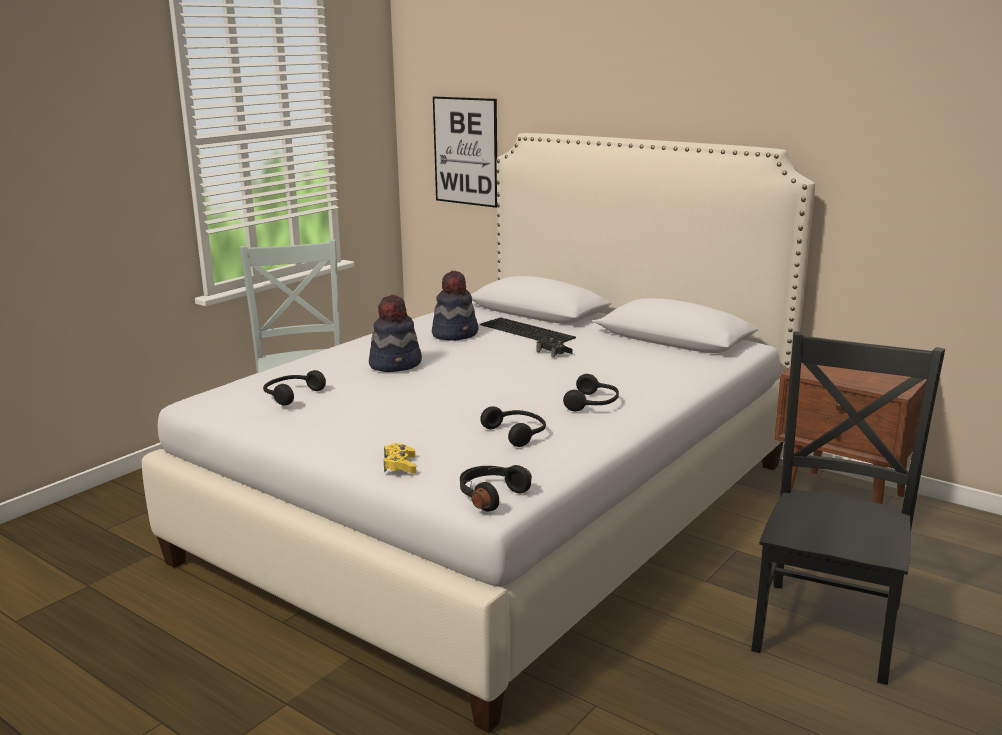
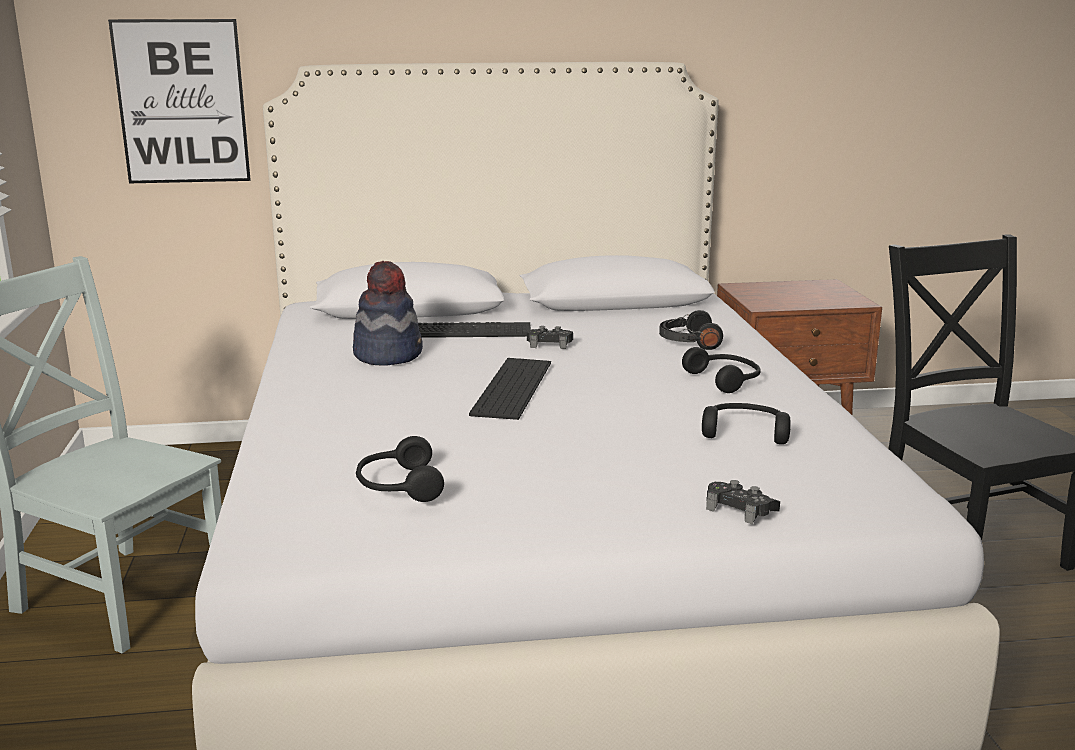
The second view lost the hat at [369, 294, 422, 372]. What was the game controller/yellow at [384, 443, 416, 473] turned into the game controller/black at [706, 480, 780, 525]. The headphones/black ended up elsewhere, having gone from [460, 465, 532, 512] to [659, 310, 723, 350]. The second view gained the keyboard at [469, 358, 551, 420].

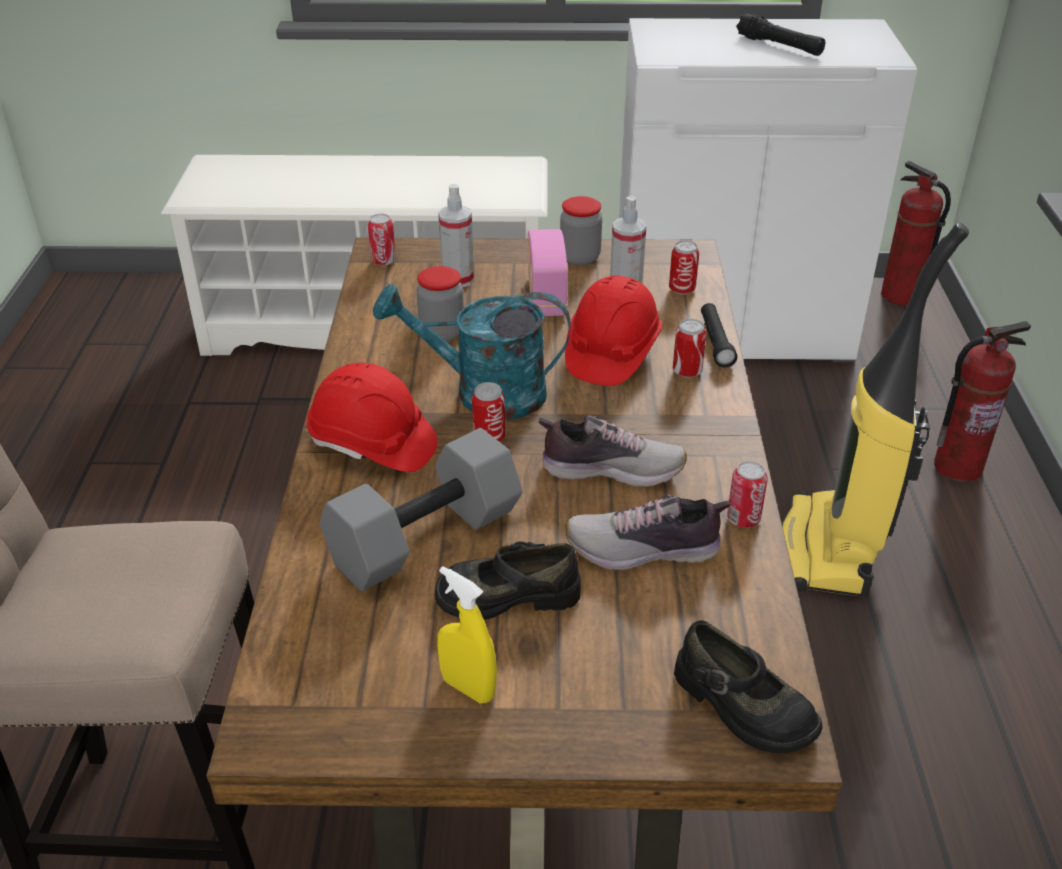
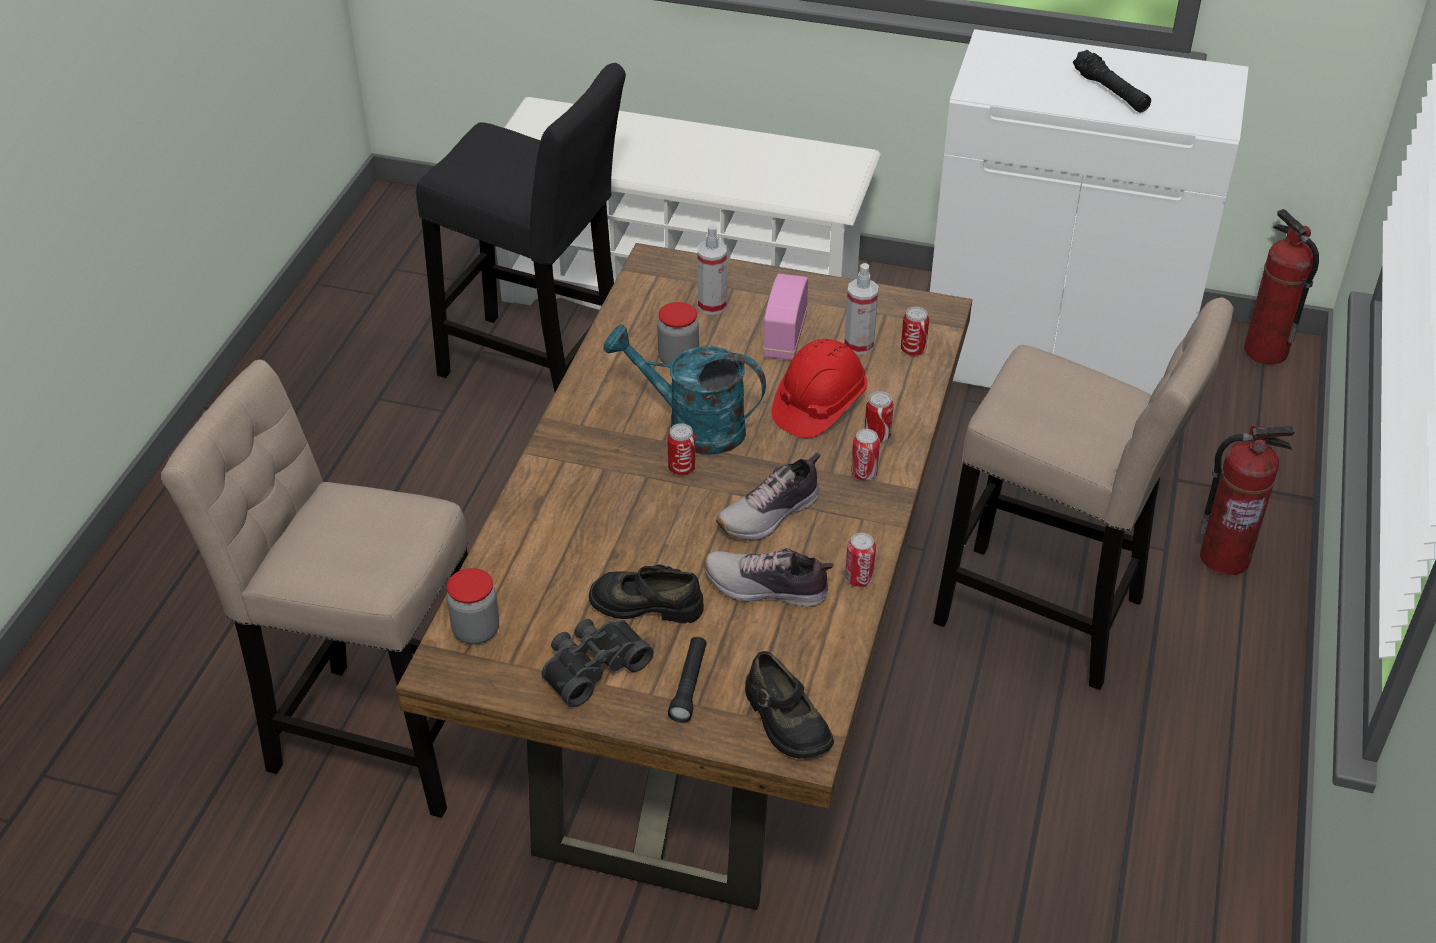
The jar ended up elsewhere, having gone from [560, 196, 602, 265] to [447, 568, 499, 645]. The can ended up elsewhere, having gone from [368, 214, 396, 266] to [851, 429, 880, 480]. Where the vacuum cleaner stood at [782, 223, 969, 596], the stool/beige came to stand at [933, 297, 1234, 690]. The flashlight/black ended up elsewhere, having gone from [701, 303, 737, 367] to [668, 637, 707, 723]. The second view lost the hard hat/red at [306, 363, 438, 472]. The shoe at [539, 416, 687, 487] ended up facing another way, 120 degrees clockwise from before. The second view lost the dumbbell/grey at [320, 428, 523, 592]. Where the spray bottle/yellow stood at [438, 566, 497, 703], the binoculars/black came to stand at [542, 619, 654, 707]. The second view gained the stool/black at [416, 63, 626, 392].

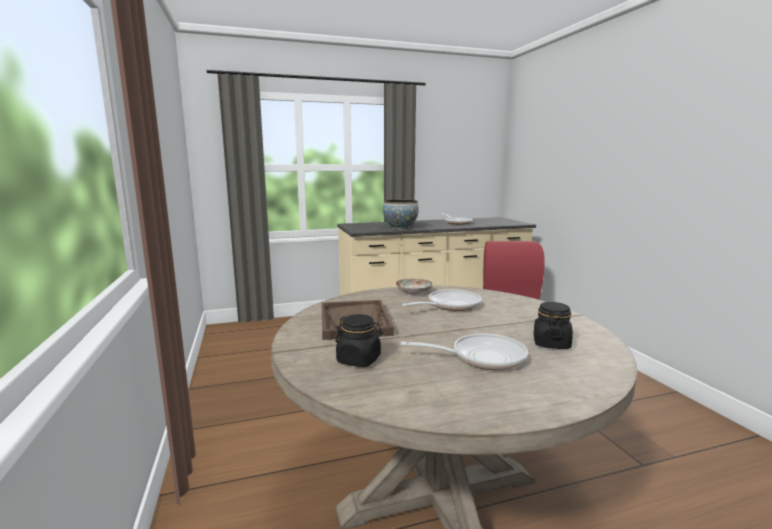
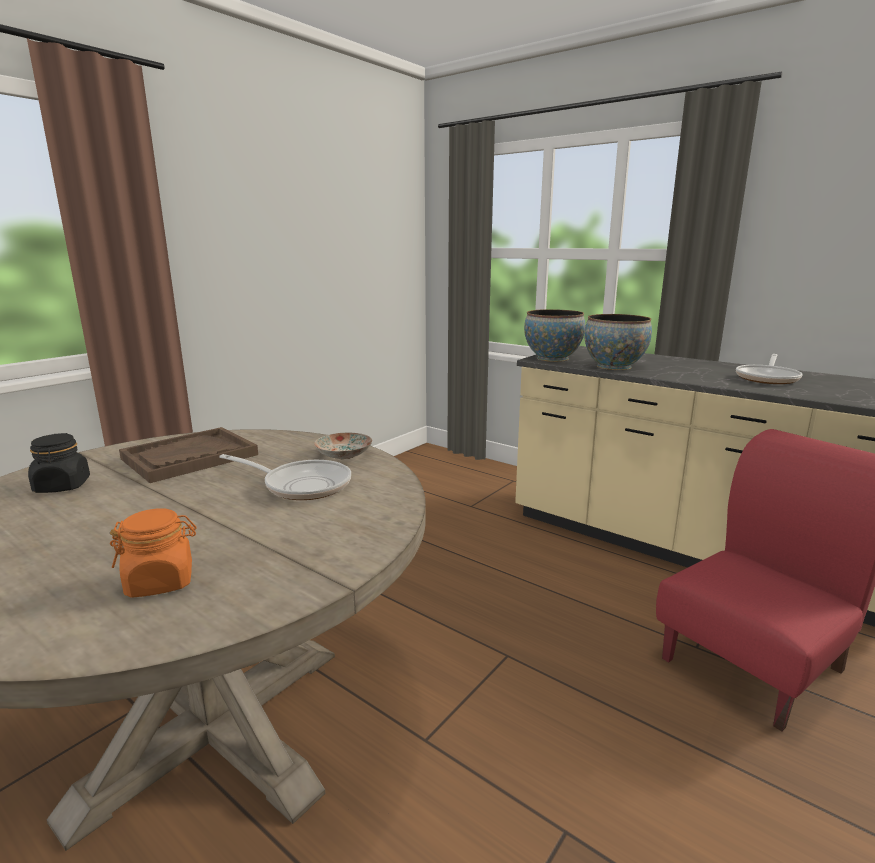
What was the jar/black at [533, 302, 573, 349] turned into the jar/orange at [110, 508, 196, 598]. The second view lost the frying pan at [401, 333, 528, 370]. The second view gained the bowl at [524, 309, 585, 362].

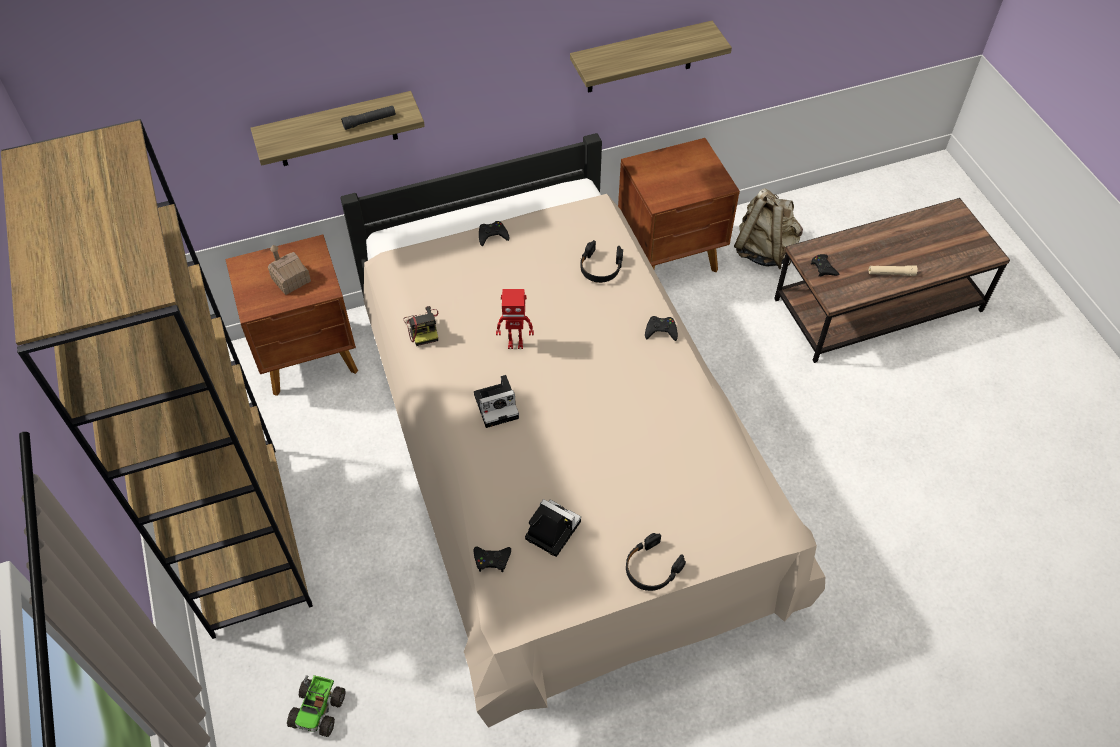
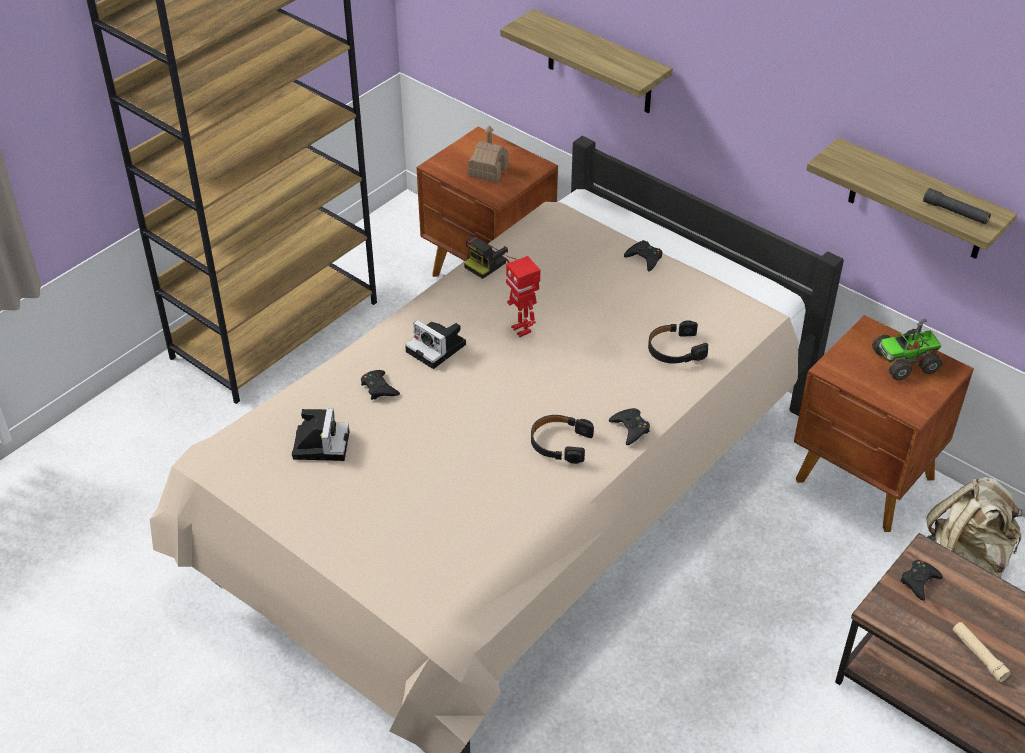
The flashlight/black ended up elsewhere, having gone from [341, 106, 396, 130] to [923, 188, 991, 225]. The headphones/black ended up elsewhere, having gone from [626, 533, 686, 591] to [531, 415, 594, 464]. The game controller/black ended up elsewhere, having gone from [474, 546, 511, 572] to [361, 370, 400, 400]. The toy truck ended up elsewhere, having gone from [287, 675, 346, 737] to [872, 319, 943, 380].

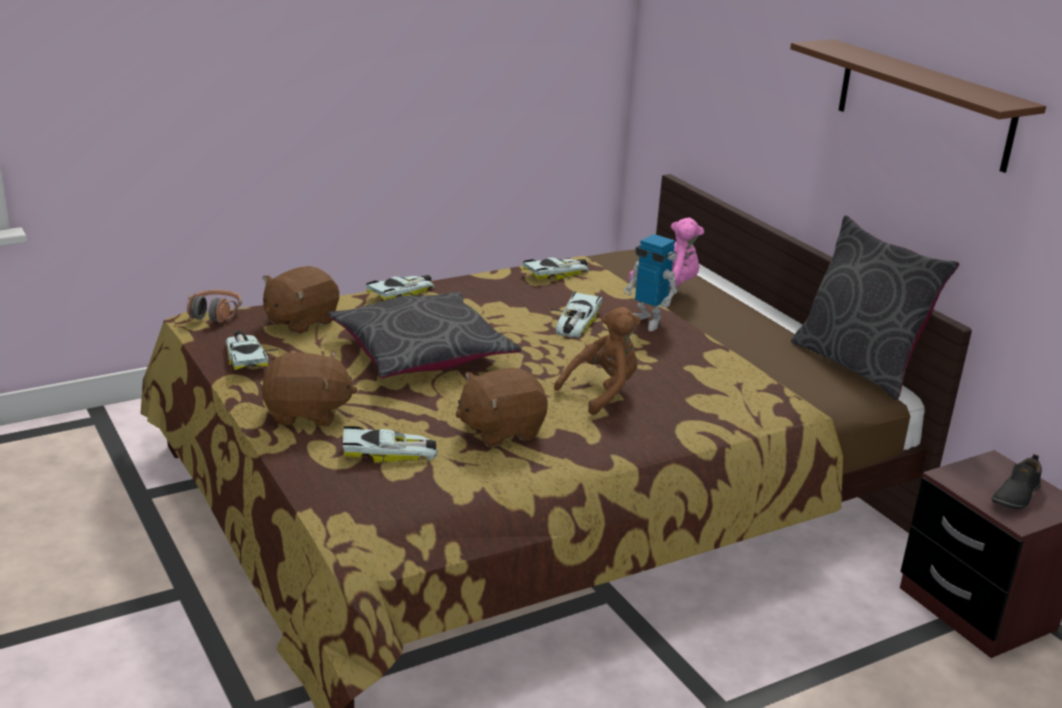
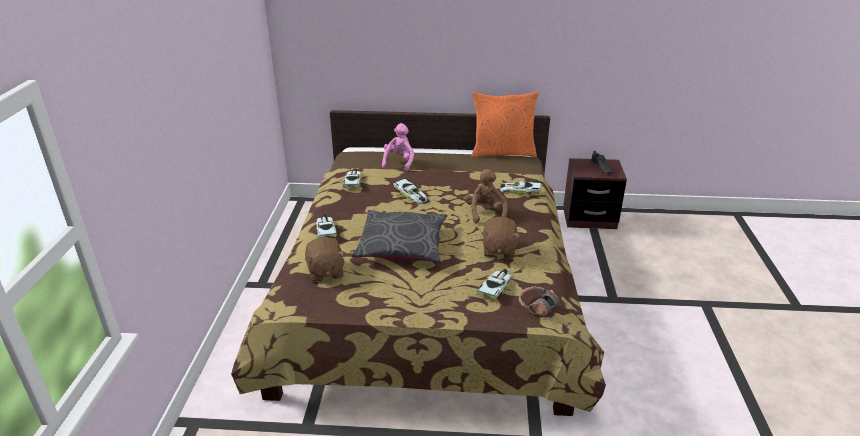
The second view lost the shelf/brown at [790, 39, 1046, 173]. What was the pillow/grey at [791, 215, 960, 400] turned into the pillow/orange at [471, 91, 539, 158]. The second view lost the toy robot at [624, 234, 677, 331]. The headphones ended up elsewhere, having gone from [187, 290, 242, 323] to [519, 287, 559, 316]. The toy car ended up elsewhere, having gone from [226, 330, 278, 370] to [500, 181, 541, 196]. The second view lost the plush toy/brown at [261, 351, 357, 426].

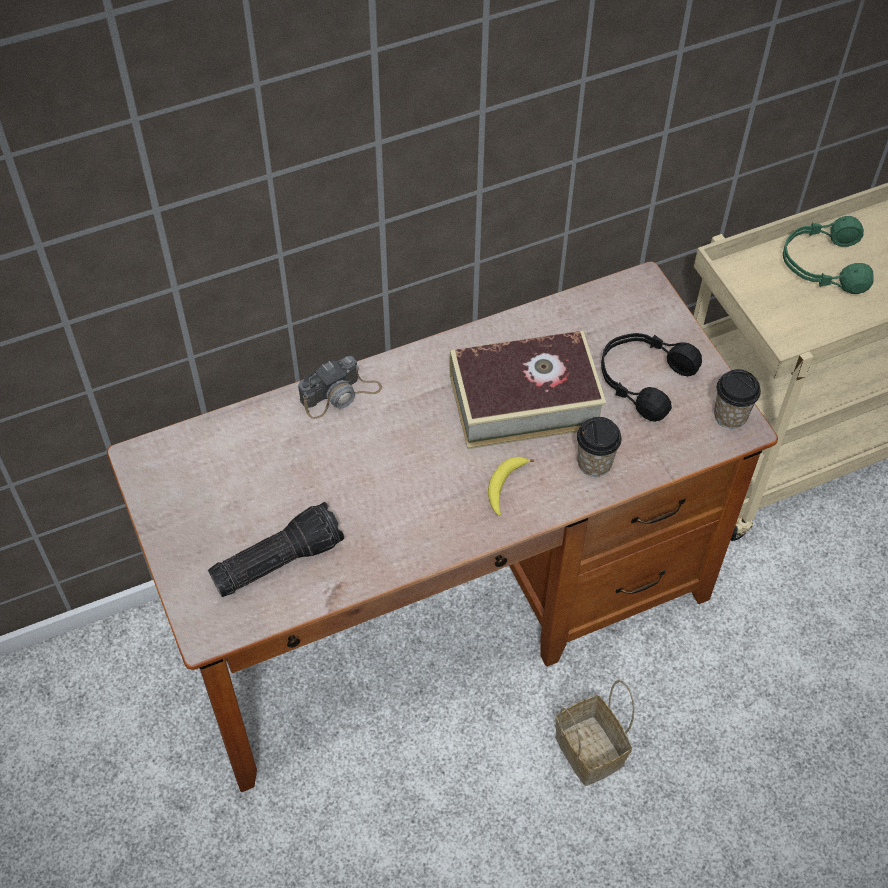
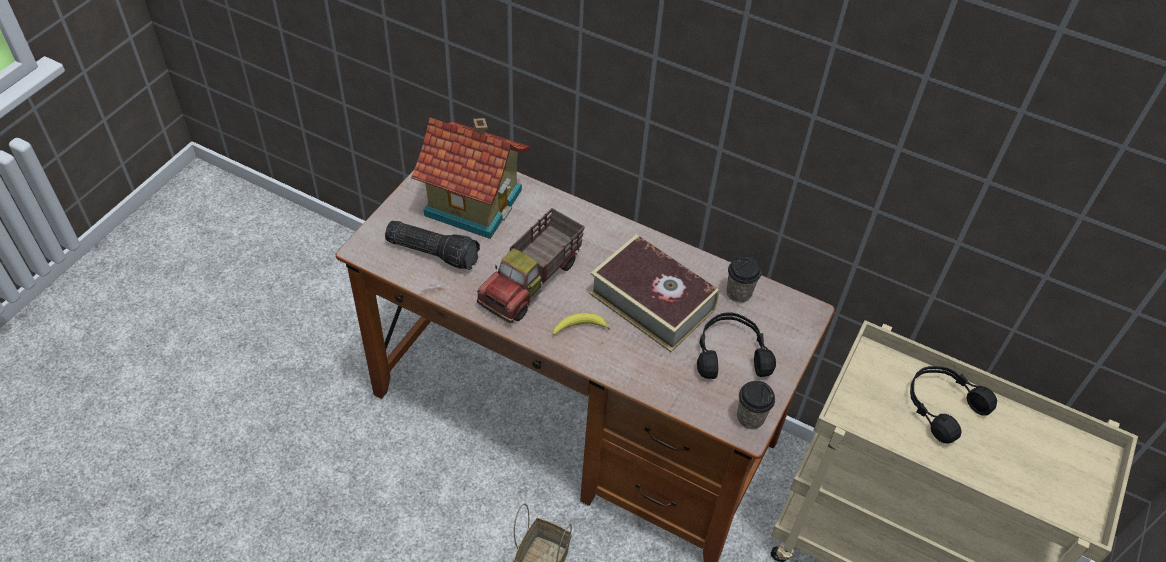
What was the headphones/green at [783, 216, 874, 294] turned into the headphones/black at [910, 366, 997, 443]. The second view lost the photo camera at [298, 356, 382, 419]. The cup ended up elsewhere, having gone from [577, 417, 622, 477] to [727, 257, 761, 303]. The second view gained the toy house at [411, 118, 530, 239]. The second view gained the toy truck at [477, 208, 585, 323].

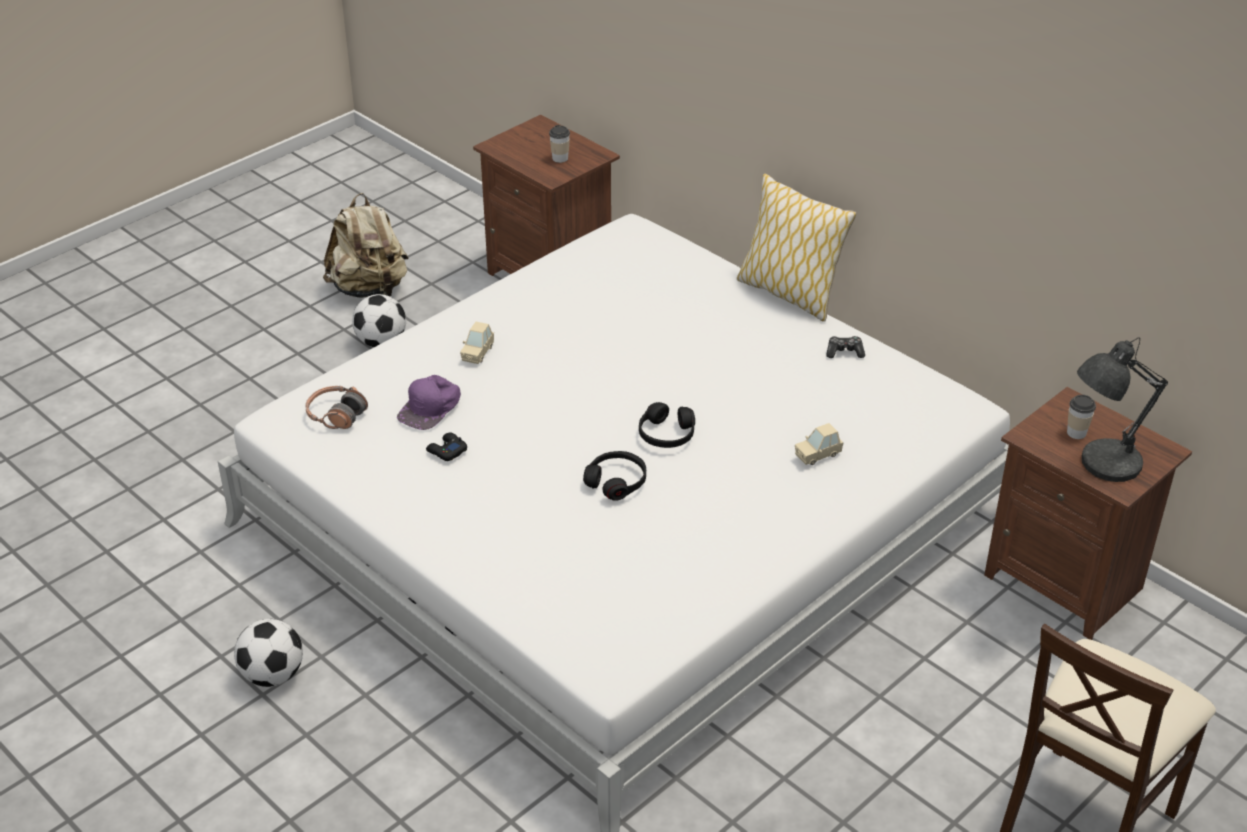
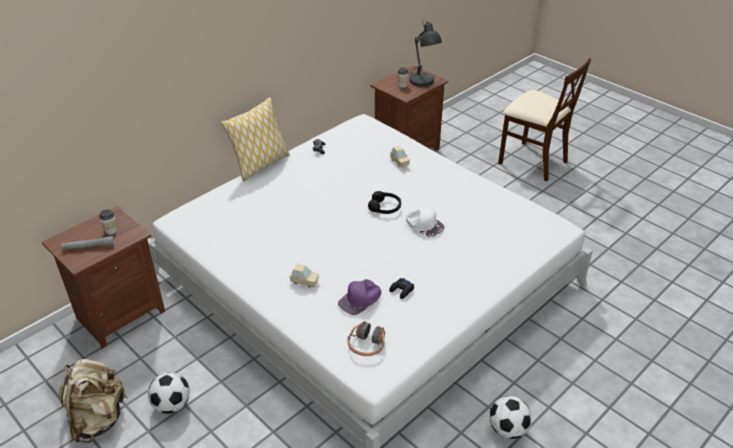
The cap/purple at [397, 375, 461, 430] ended up facing another way, 105 degrees clockwise from before. Where the headphones/black stood at [583, 451, 646, 501], the cap/white came to stand at [406, 208, 445, 237]. The second view gained the flashlight/grey at [61, 236, 115, 250].

